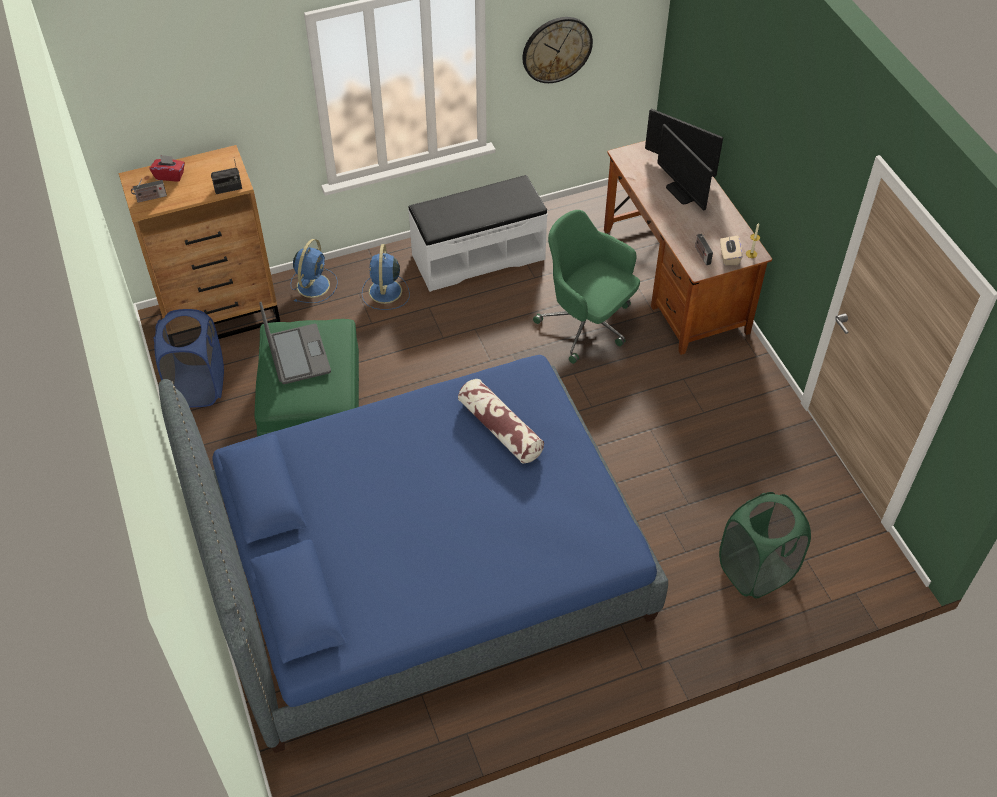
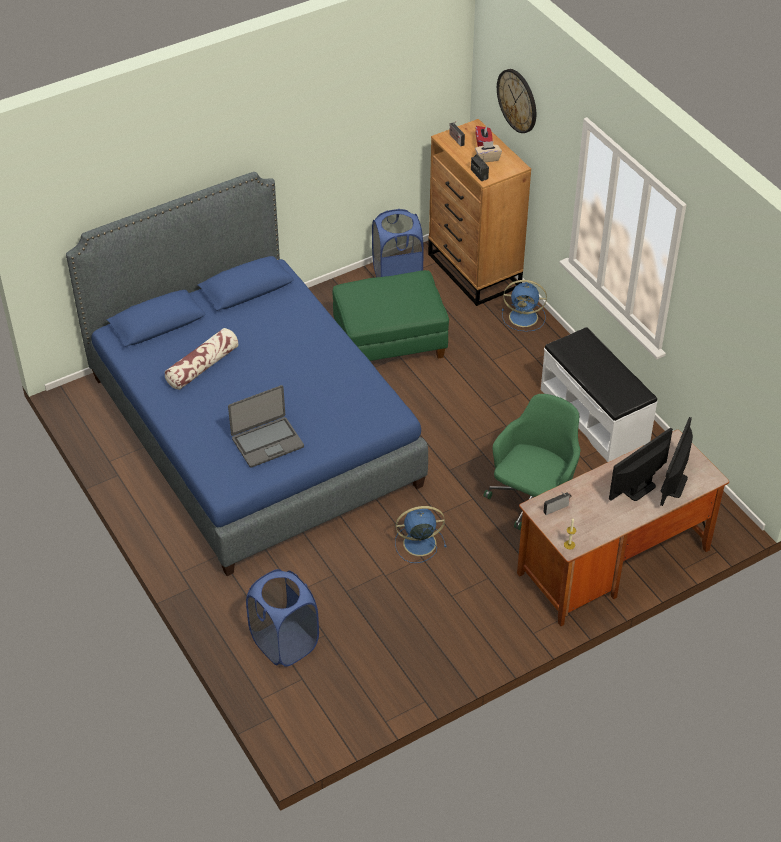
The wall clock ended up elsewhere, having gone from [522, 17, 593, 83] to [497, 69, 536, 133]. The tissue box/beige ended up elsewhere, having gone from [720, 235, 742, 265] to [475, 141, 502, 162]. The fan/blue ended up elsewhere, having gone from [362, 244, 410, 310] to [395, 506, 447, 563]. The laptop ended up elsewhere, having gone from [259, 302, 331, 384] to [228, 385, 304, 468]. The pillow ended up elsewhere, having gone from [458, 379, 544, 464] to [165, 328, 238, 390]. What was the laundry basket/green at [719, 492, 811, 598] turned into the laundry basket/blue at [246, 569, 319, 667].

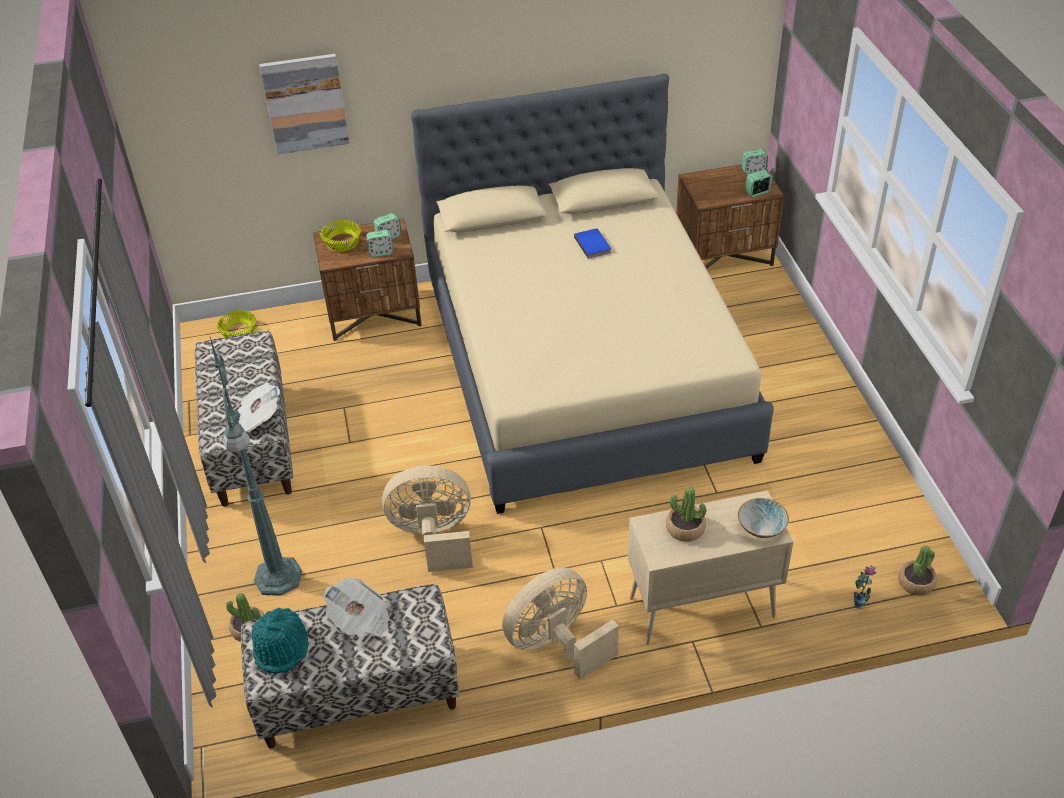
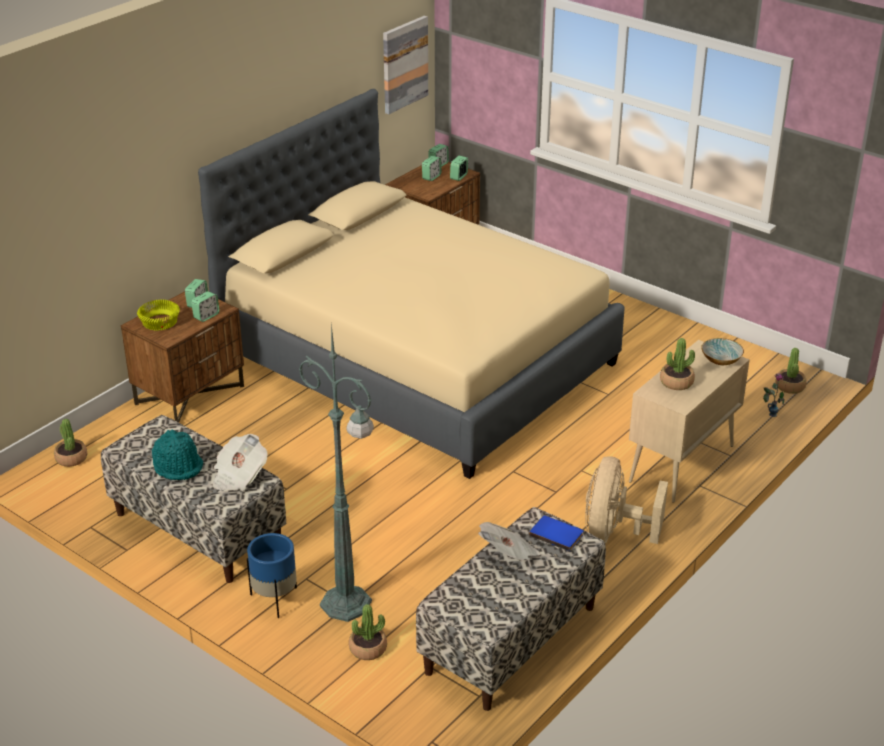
The picture ended up elsewhere, having gone from [259, 54, 350, 154] to [383, 16, 428, 114]. The book/blue ended up elsewhere, having gone from [574, 228, 611, 259] to [529, 515, 583, 552]. Where the bowl/yellow stood at [217, 310, 256, 337], the potted plant came to stand at [54, 419, 87, 467]. The second view lost the fan/beige at [382, 466, 473, 572]. The hat/turquoise ended up elsewhere, having gone from [251, 608, 308, 673] to [152, 429, 203, 480]. The second view gained the alarm clock at [422, 156, 442, 181]. The second view gained the planter/blue at [247, 533, 297, 618].

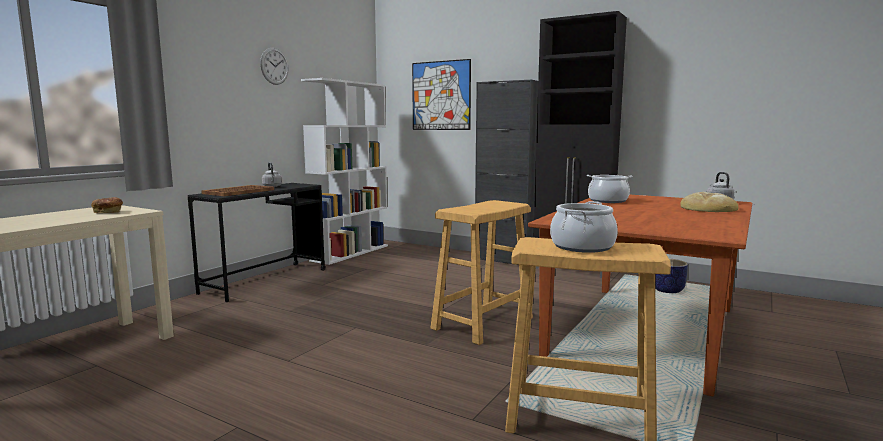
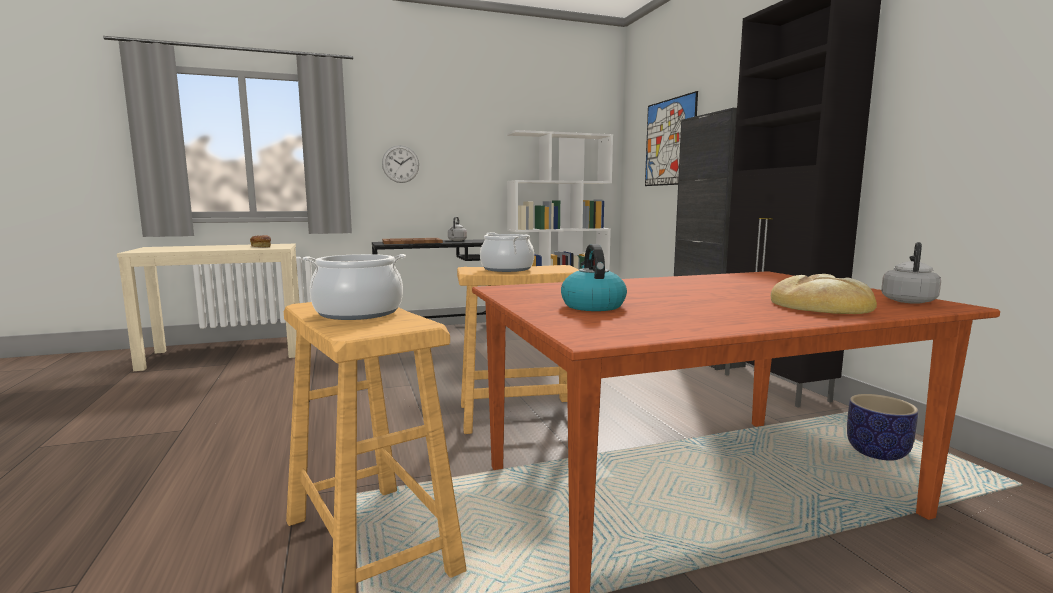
The wall clock ended up elsewhere, having gone from [260, 48, 288, 85] to [382, 145, 419, 183]. The cooking pot ended up elsewhere, having gone from [587, 175, 633, 203] to [480, 233, 534, 272]. The second view gained the kettle at [561, 244, 627, 311].

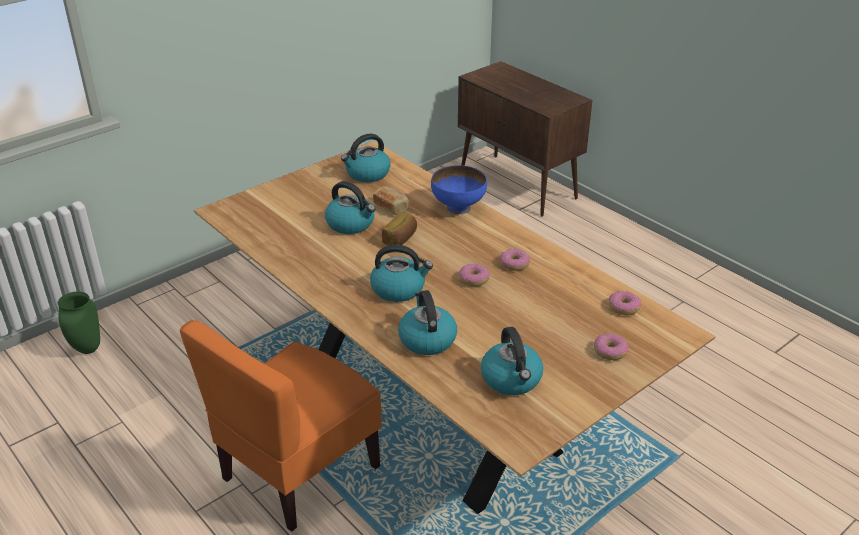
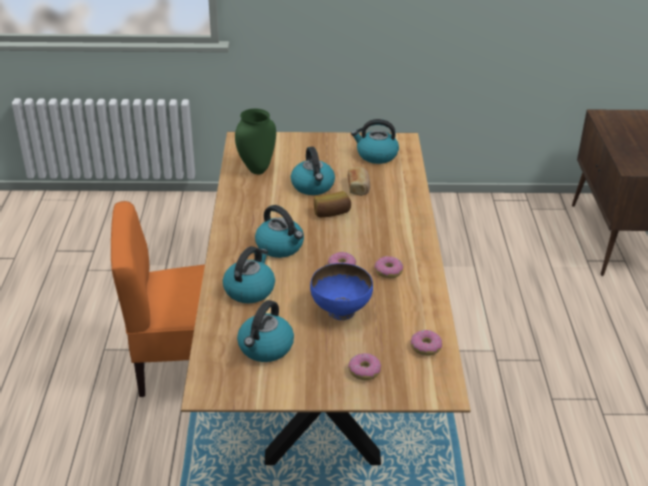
The bowl/blue ended up elsewhere, having gone from [431, 165, 487, 214] to [310, 263, 373, 320]. The vase/green ended up elsewhere, having gone from [58, 292, 100, 354] to [235, 109, 276, 174].

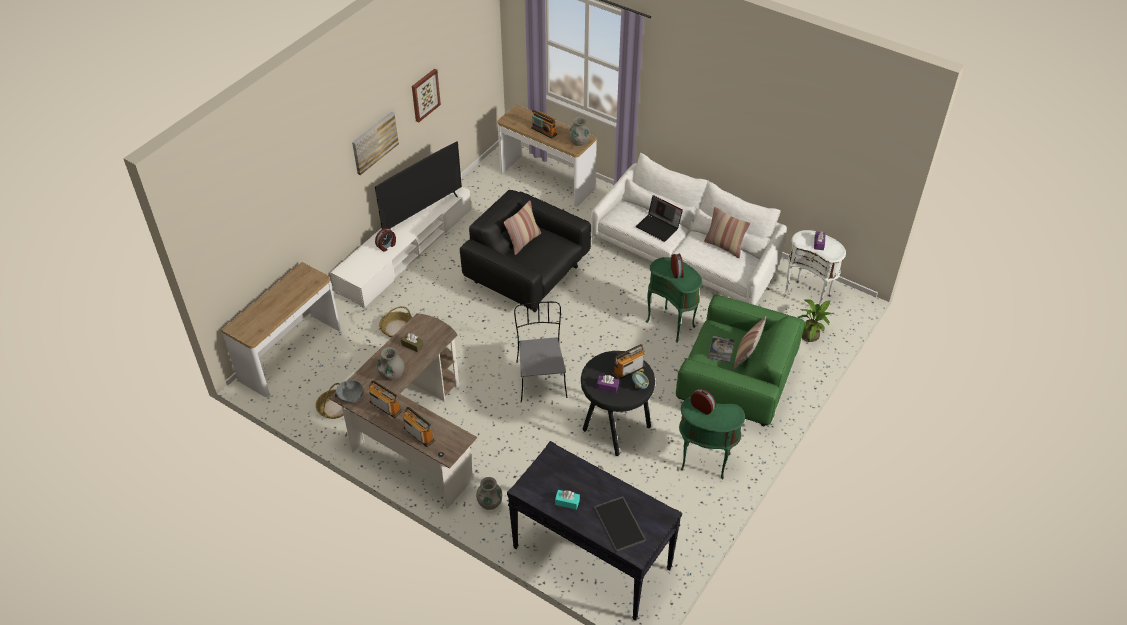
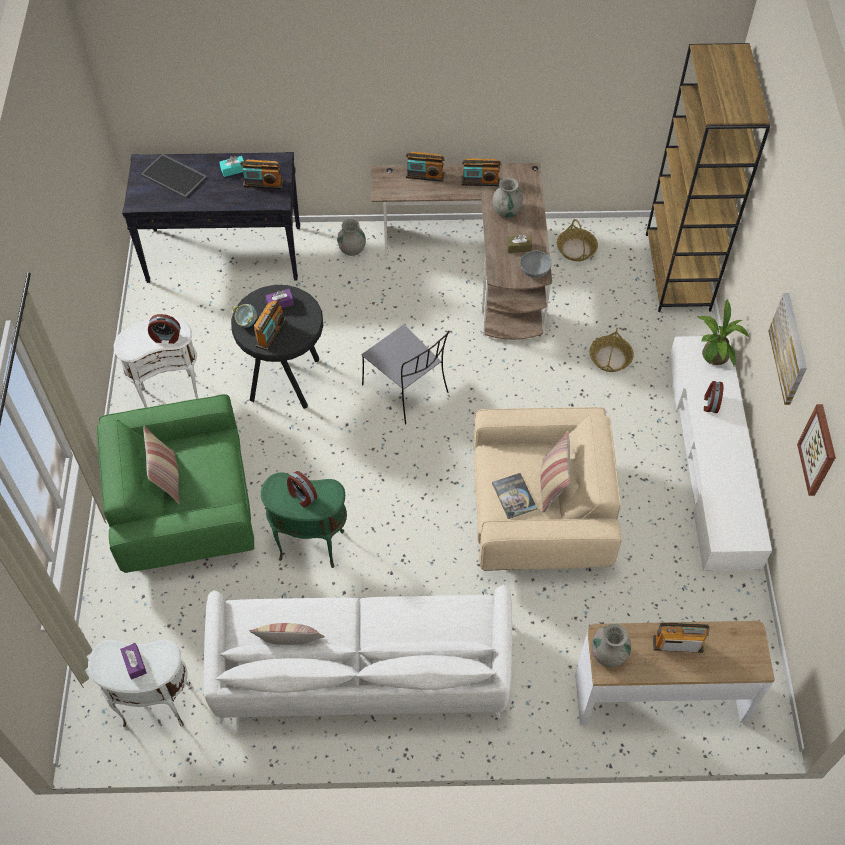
The second view lost the television at [375, 141, 462, 230]. What was the armchair/black at [460, 190, 591, 312] turned into the armchair/beige at [473, 407, 622, 571]. The second view lost the laptop at [636, 195, 683, 242]. Where the console table stood at [221, 262, 341, 397], the bookcase/brown came to stand at [646, 43, 770, 312]. The potted plant ended up elsewhere, having gone from [798, 299, 832, 342] to [697, 299, 749, 366]. The book ended up elsewhere, having gone from [708, 336, 735, 363] to [492, 473, 537, 519]. The bowl/grey ended up elsewhere, having gone from [336, 380, 363, 403] to [520, 250, 552, 278]. What was the side table/green at [679, 397, 745, 479] turned into the side table/white at [114, 317, 199, 408]. The second view gained the radio at [240, 159, 284, 189].

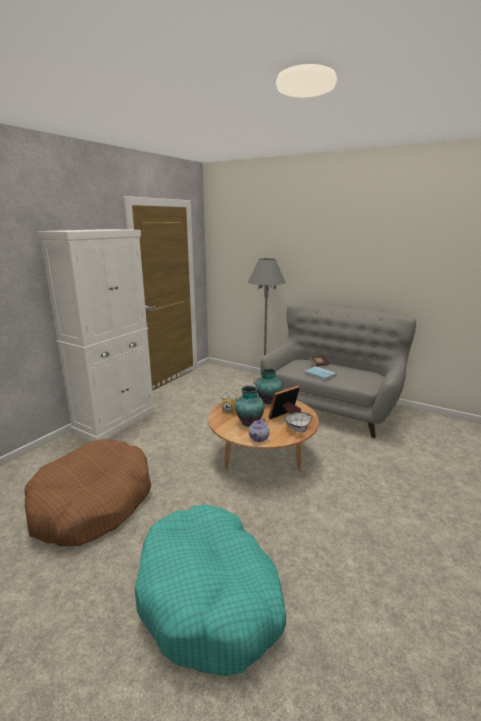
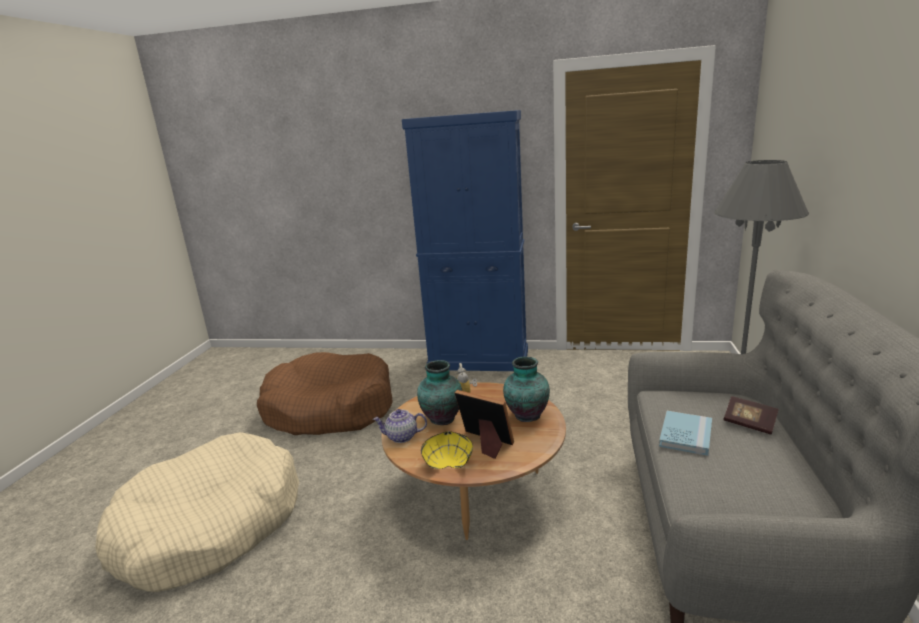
What was the cabinet/white at [37, 229, 155, 441] turned into the cabinet/blue at [402, 110, 528, 371]. What was the bowl/white at [284, 412, 313, 432] turned into the bowl/yellow at [421, 431, 473, 469]. What was the dog bed/turquoise at [135, 504, 286, 676] turned into the dog bed/beige at [95, 432, 299, 592].

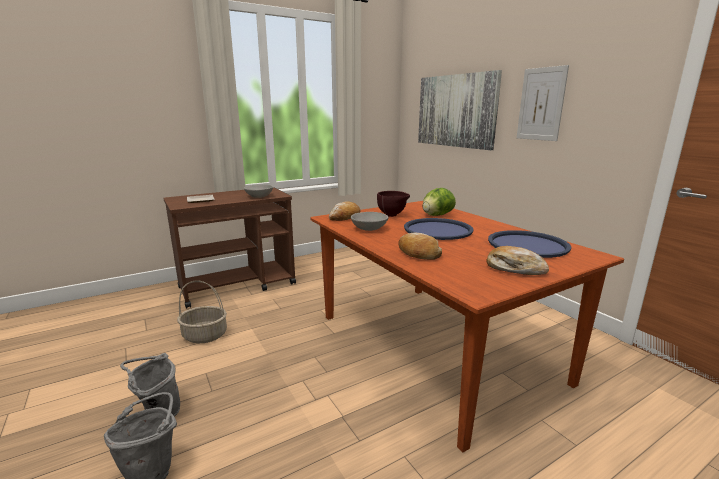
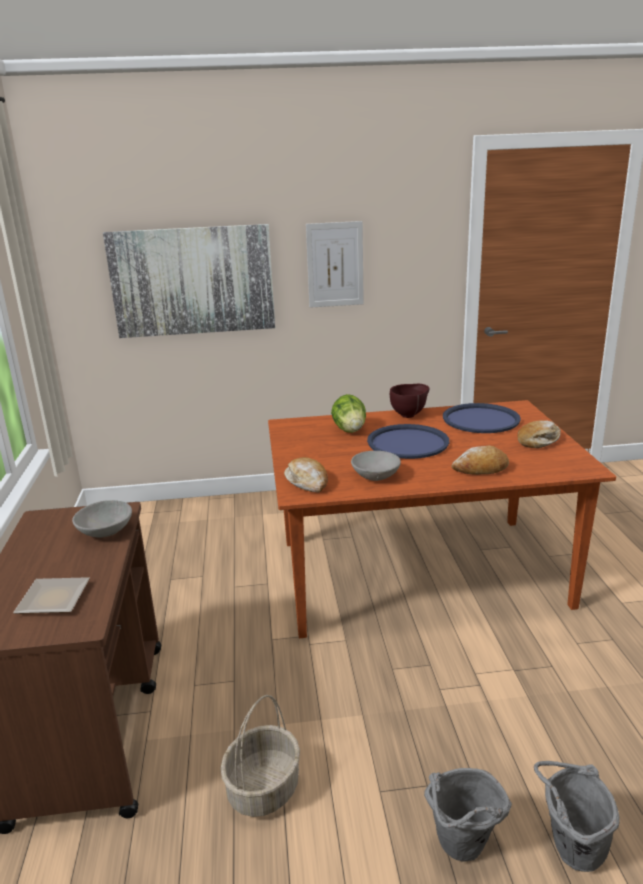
The bowl/brown ended up elsewhere, having gone from [377, 191, 410, 217] to [390, 384, 430, 418].

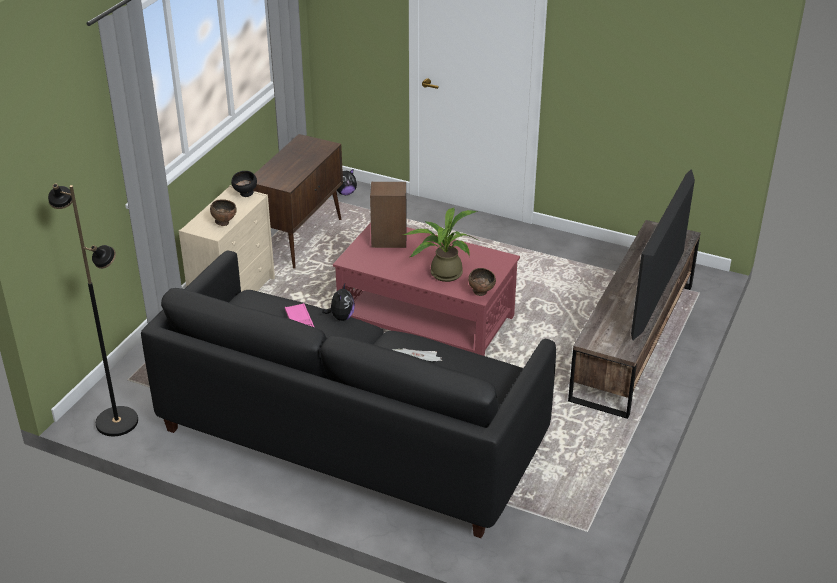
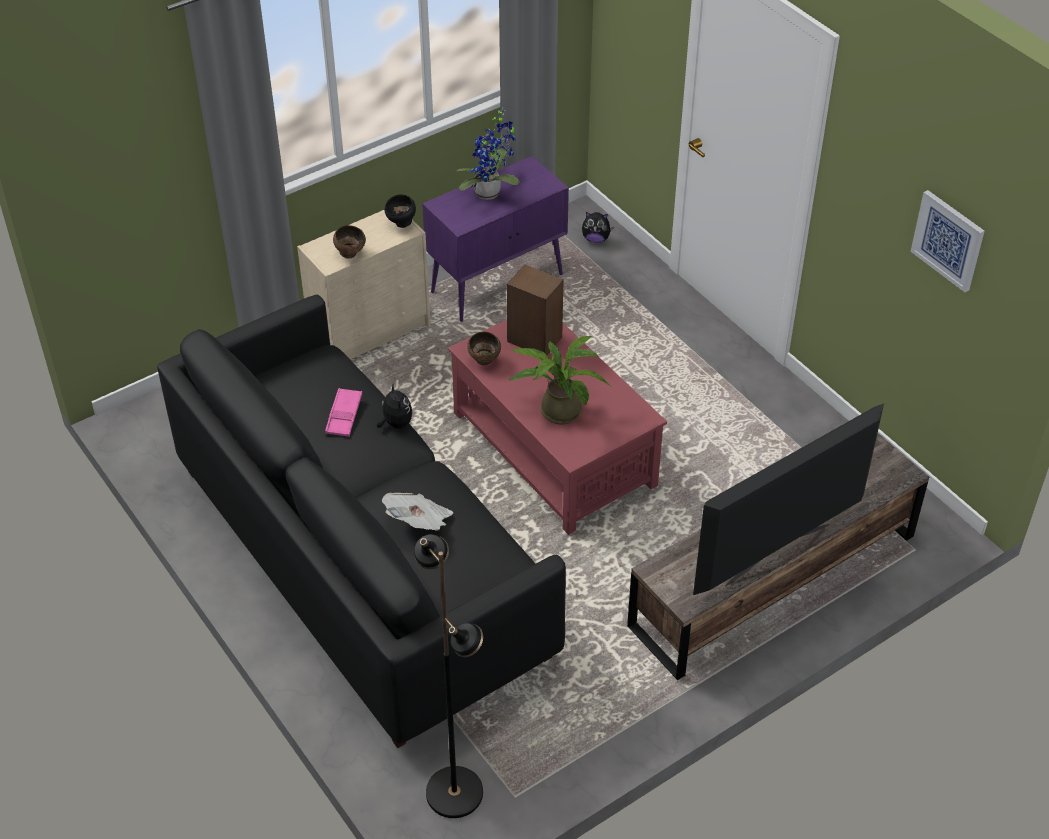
What was the cabinet/brown at [254, 134, 343, 269] turned into the cabinet/purple at [422, 156, 569, 322]. The floor lamp/black ended up elsewhere, having gone from [48, 184, 138, 436] to [414, 534, 483, 818]. The bowl/brown ended up elsewhere, having gone from [468, 268, 496, 296] to [467, 331, 501, 365]. The plush toy at [322, 284, 355, 321] ended up facing another way, 60 degrees counterclockwise from before. The second view gained the potted plant at [457, 107, 520, 200]. The second view gained the picture at [910, 190, 985, 292].

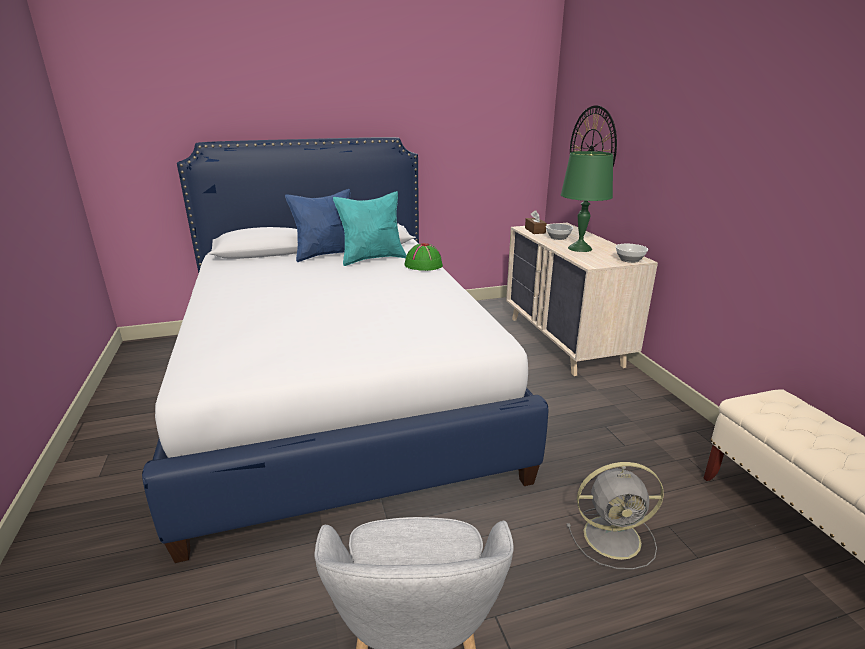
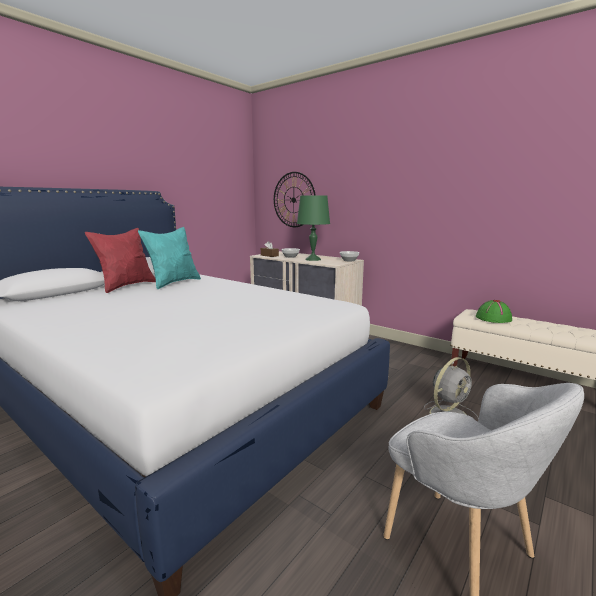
What was the pillow/blue at [285, 189, 350, 262] turned into the pillow/red at [85, 228, 156, 293]. The hat/green ended up elsewhere, having gone from [404, 243, 443, 271] to [476, 300, 512, 323].

